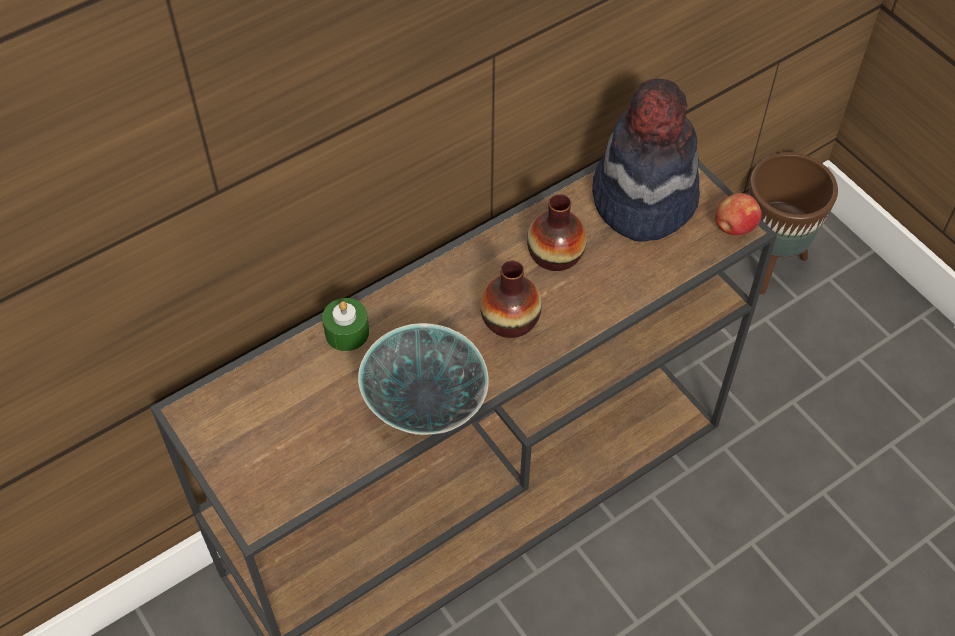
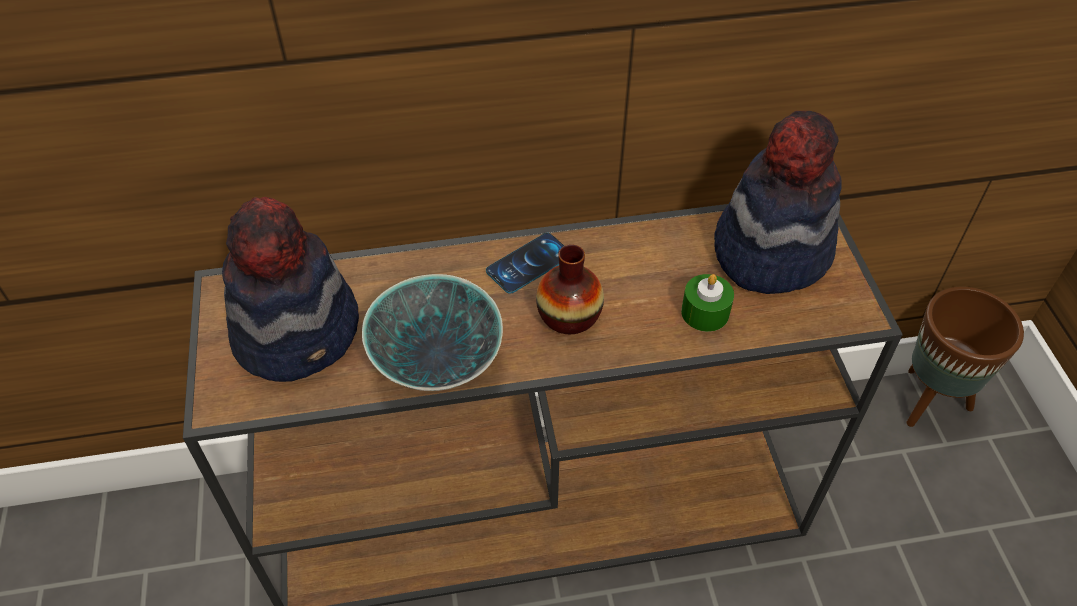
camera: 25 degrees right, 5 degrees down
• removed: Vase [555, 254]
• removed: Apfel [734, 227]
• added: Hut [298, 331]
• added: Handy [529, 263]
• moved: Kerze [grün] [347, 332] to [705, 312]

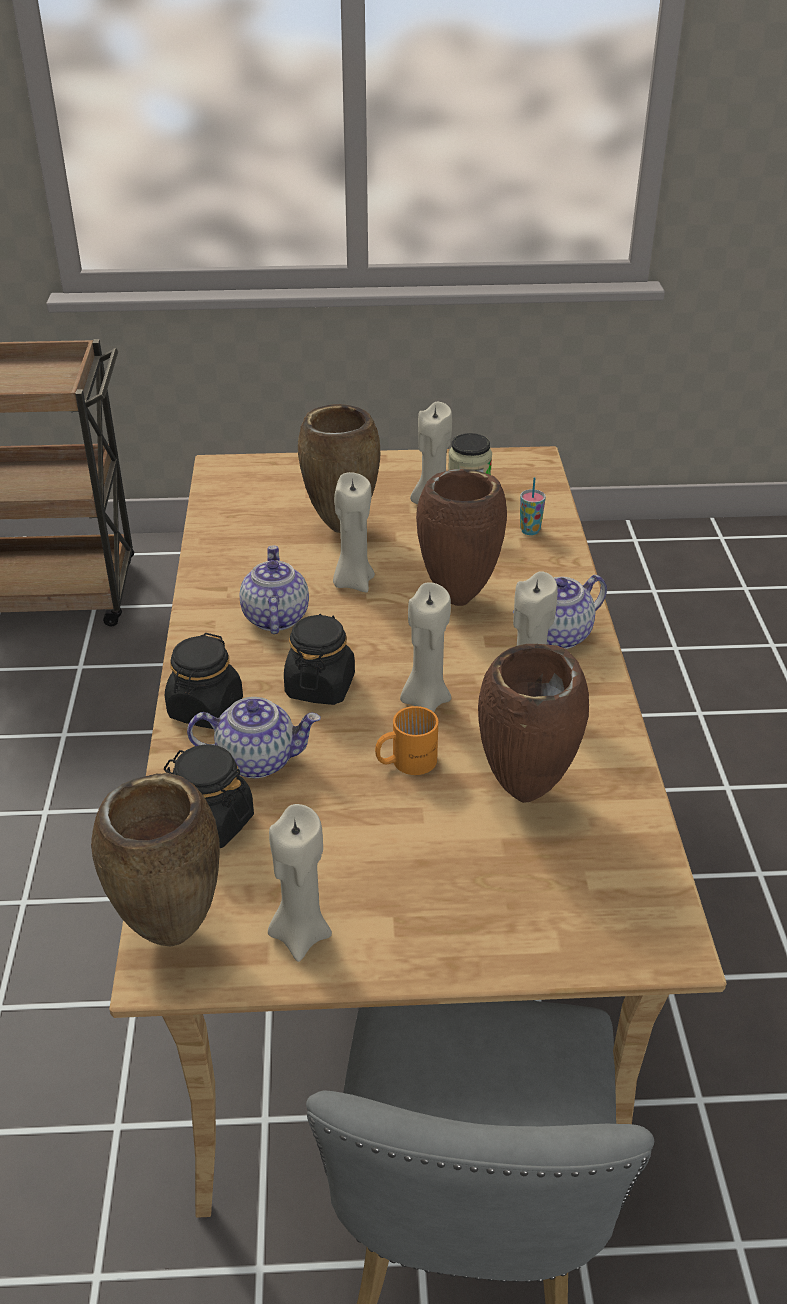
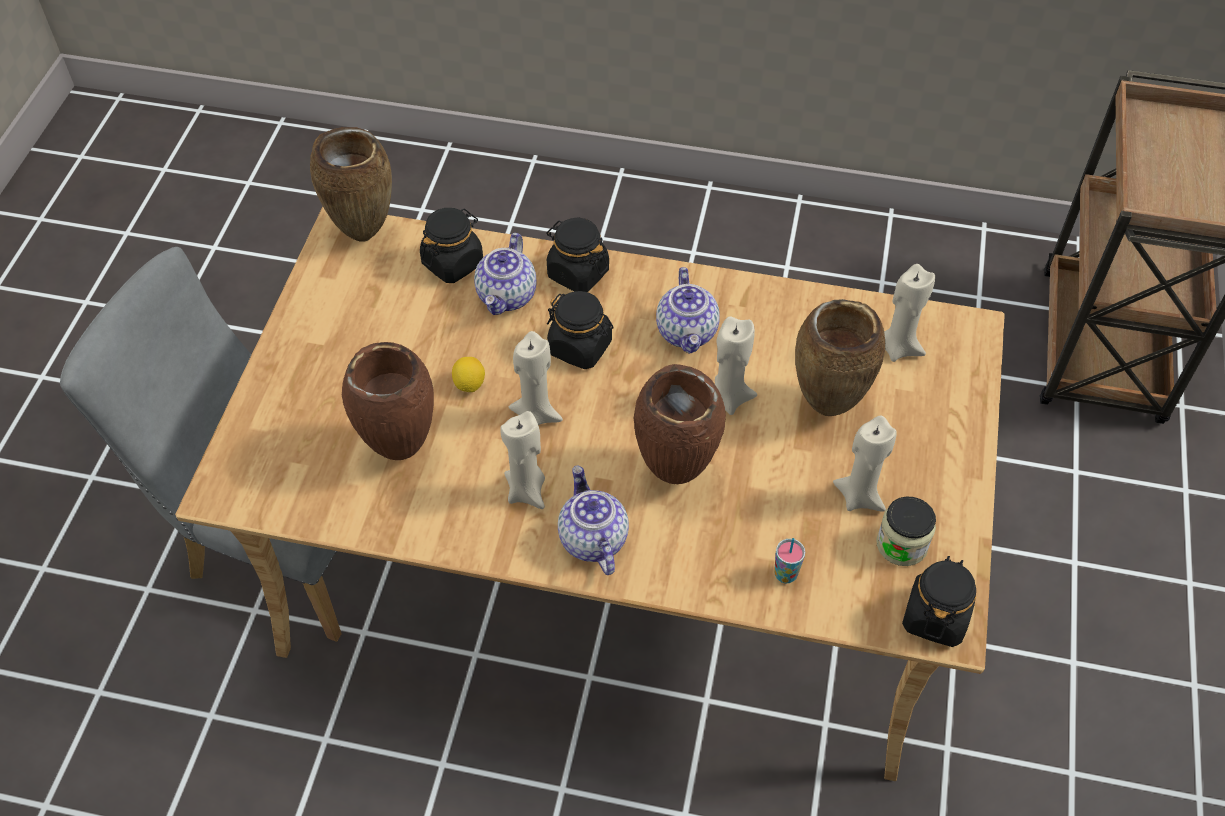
camera: 105 degrees right, 15 degrees up
• added: Vorratsglas [schwarz] [935, 617]
• moved: Kerze [beige] [300, 933] to [898, 347]
• replaced: Henkelbecher [orange] [405, 760] to Zitrone [469, 384]
• turned: Teekanne [274, 617] = [687, 332] 75 degrees clockwise

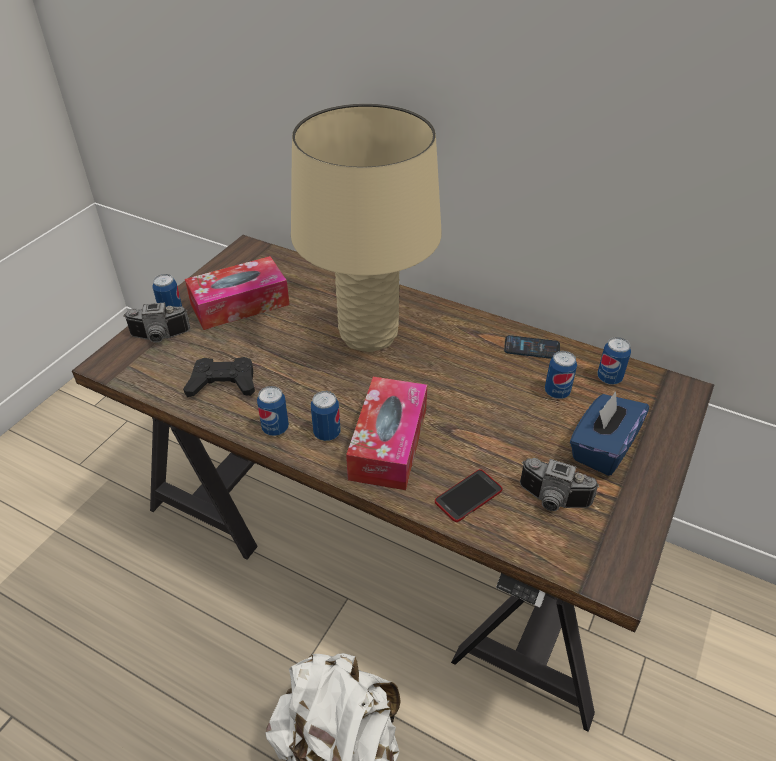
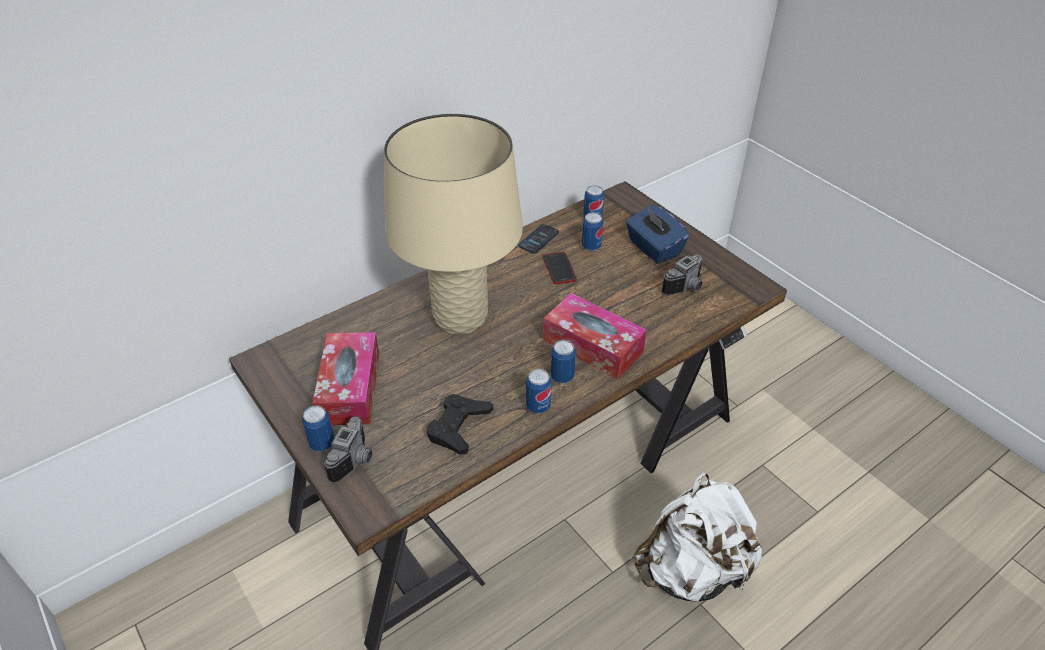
camera: 65 degrees left, 0 degrees up
• moved: Handy [468, 496] to [559, 269]

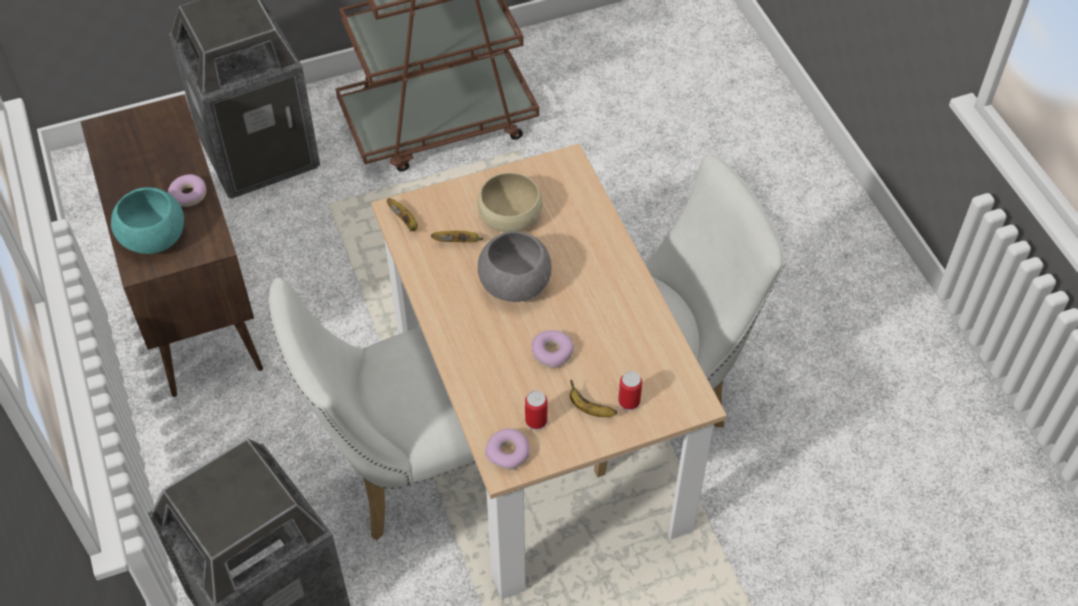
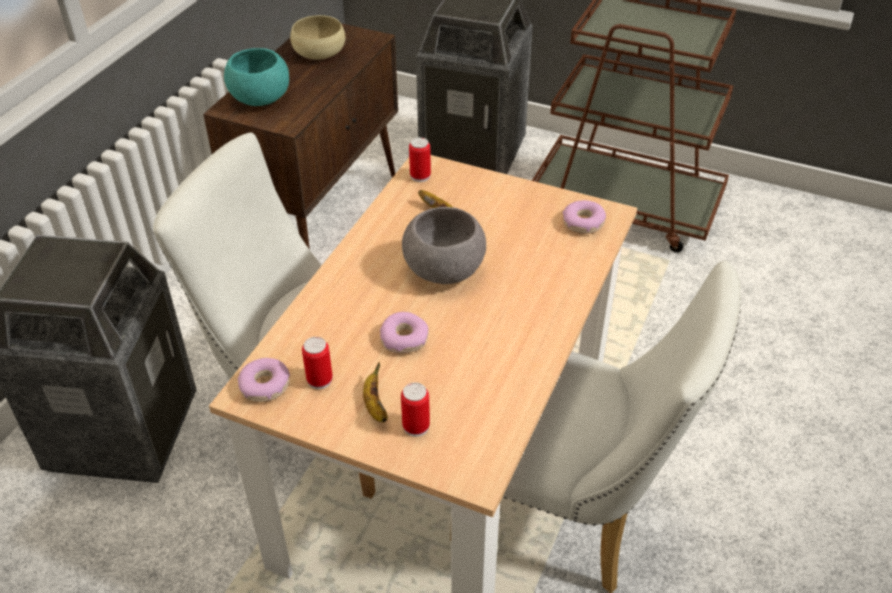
camera: 45 degrees right, 10 degrees down
• moved: Donut [189, 195] to [583, 223]
• moved: Schüssel [beige] [510, 215] to [319, 52]
• replaced: Banane [405, 221] to Dose [420, 176]

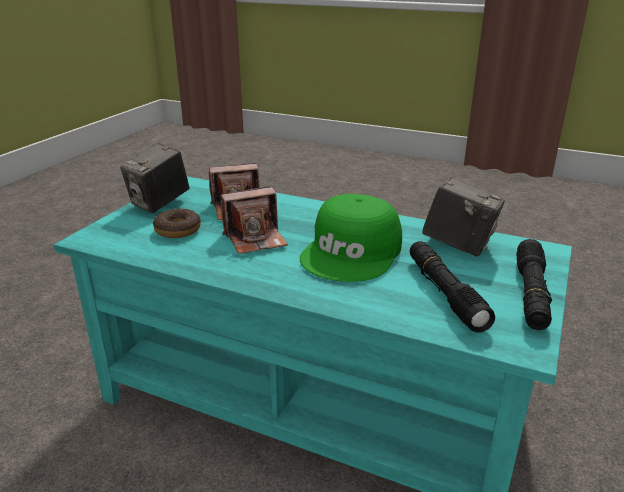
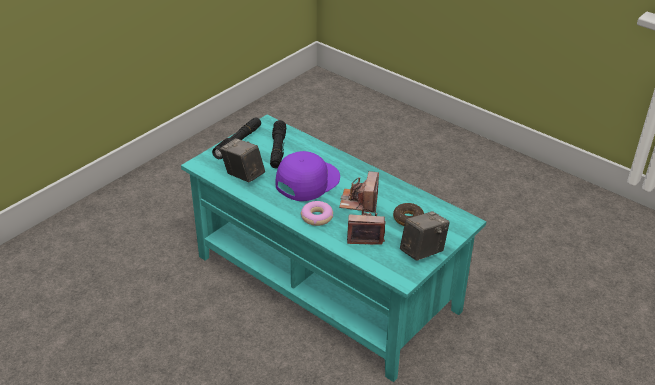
camera: 165 degrees left, 10 degrees up
• added: Donut [316, 217]
• recoloured: Kappe [grün] [353, 252] to Kappe [lila] [306, 181]
• turned: Kamera [255, 239] = [359, 202] 75 degrees counterclockwise

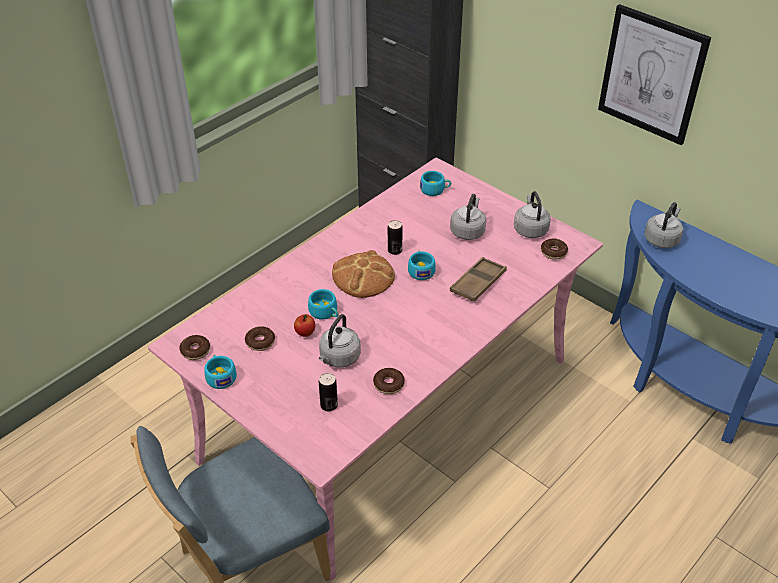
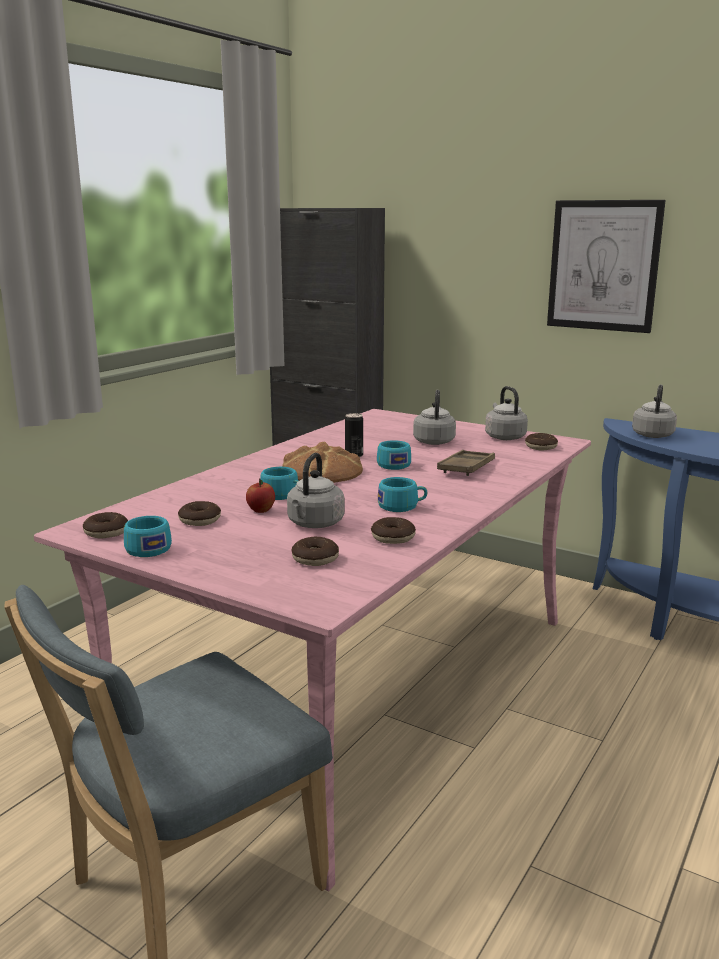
camera: 10 degrees left, 25 degrees down
• moved: Tasse [türkis] [435, 190] to [402, 506]
• replaced: Dose [329, 405] to Donut [315, 559]

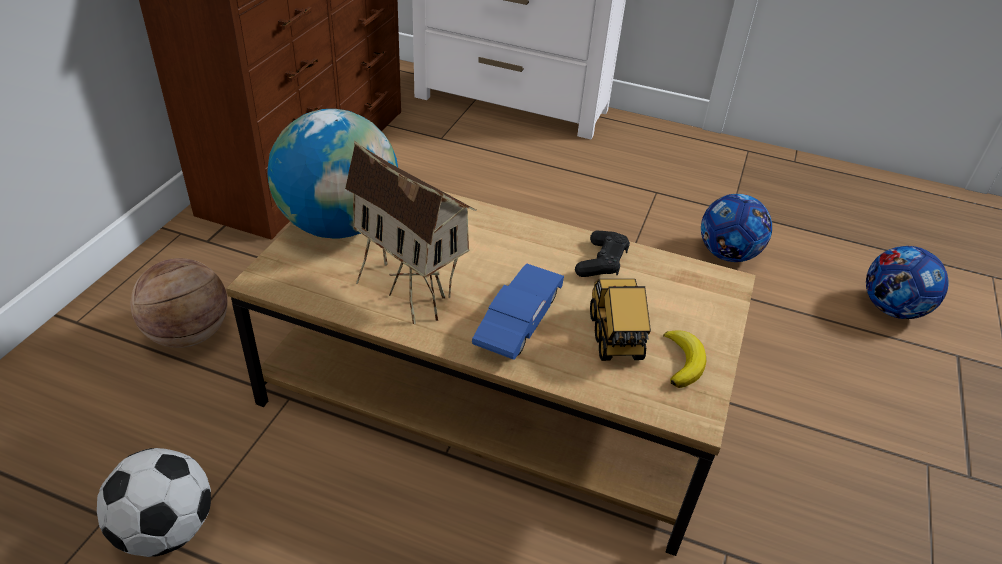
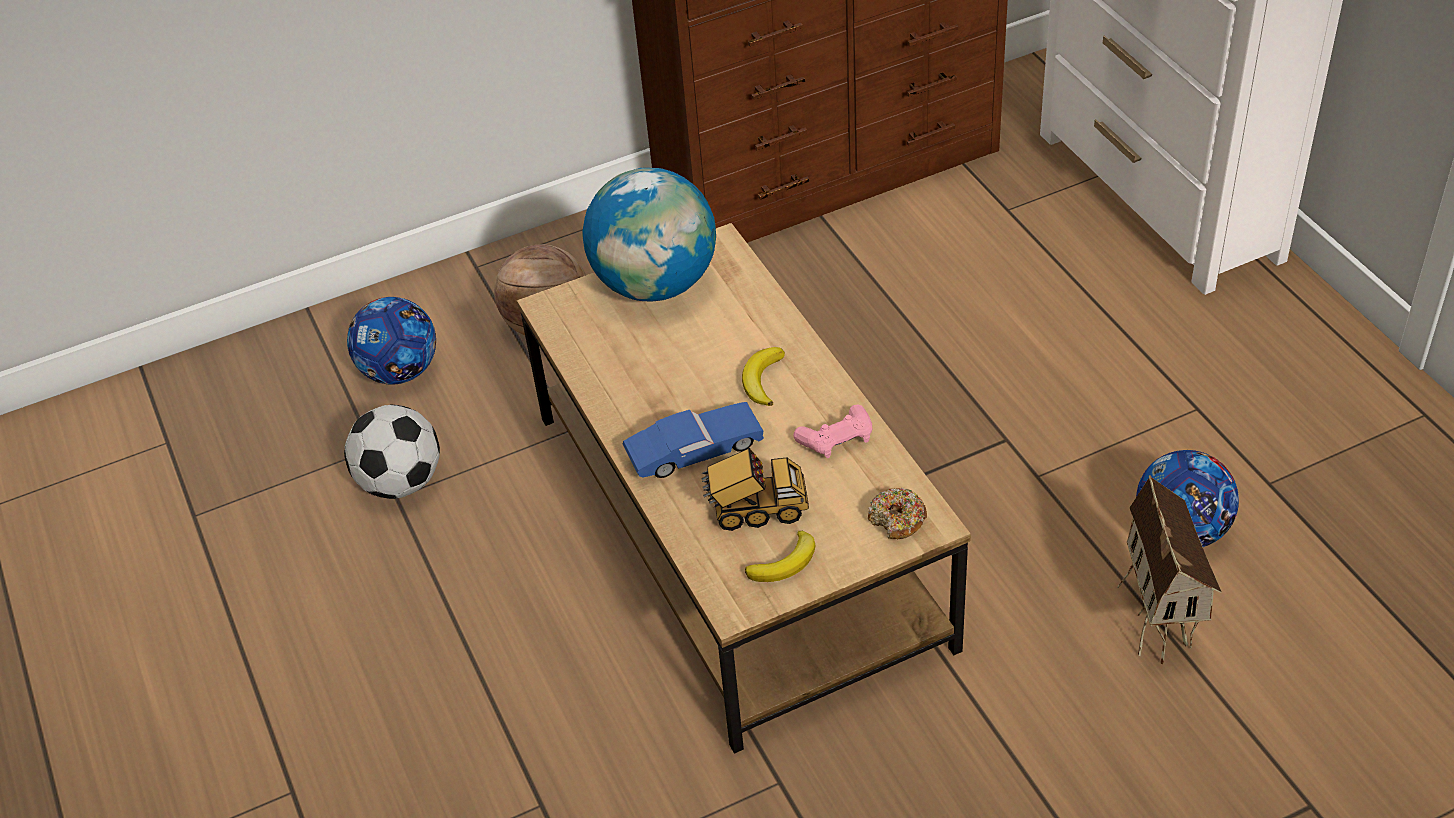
camera: 50 degrees right, 5 degrees up
• added: Banane [762, 379]
• added: Donut [897, 520]
• moved: Spielzeughaus [411, 293] to [1159, 624]
• moved: Fußball [892, 309] to [400, 371]
• recoloured: Gamepad [schwarz] [602, 262] to Gamepad [rosa] [836, 439]
• turned: Spielzeuglaster [615, 338] = [756, 511] 45 degrees clockwise

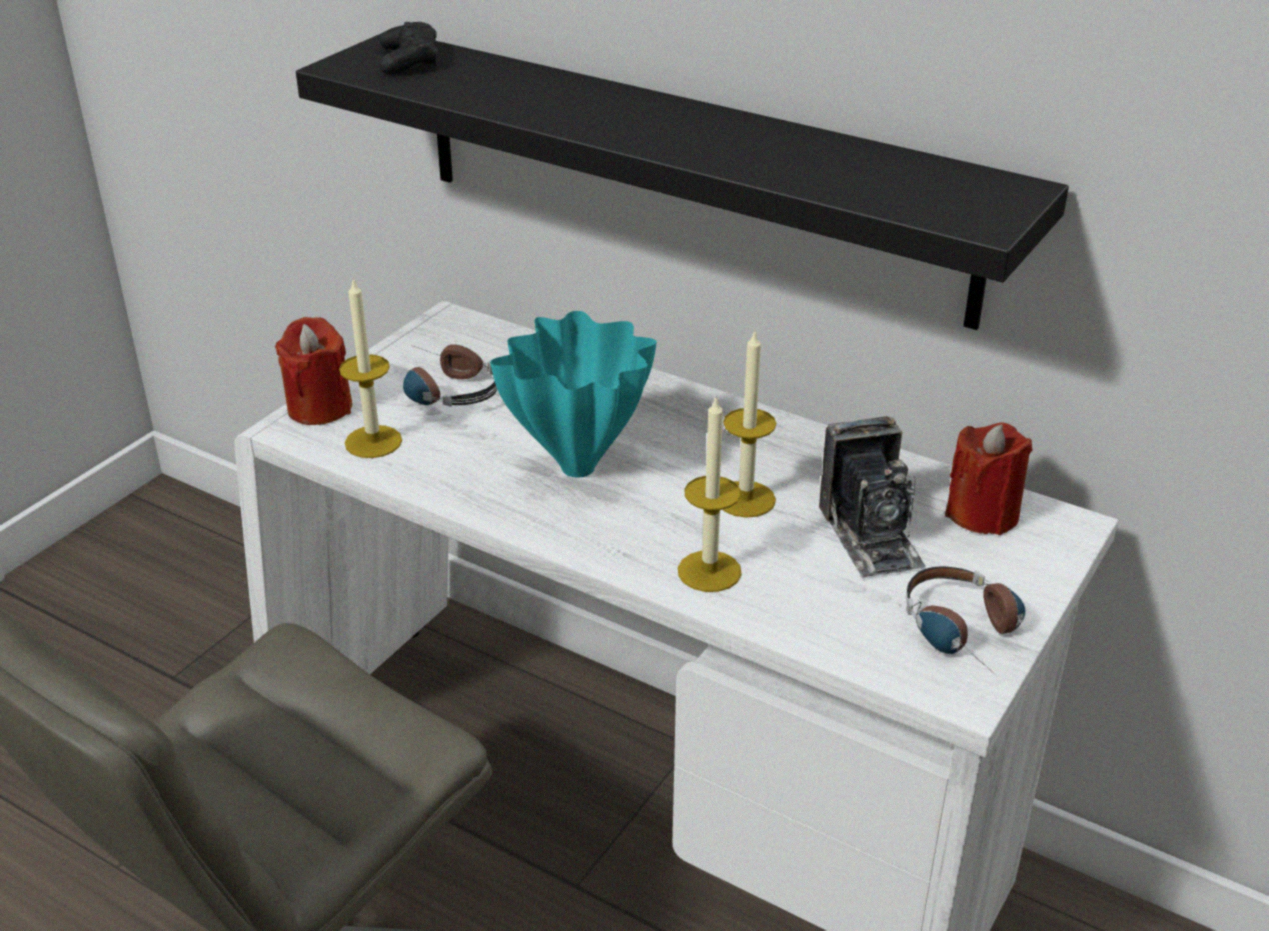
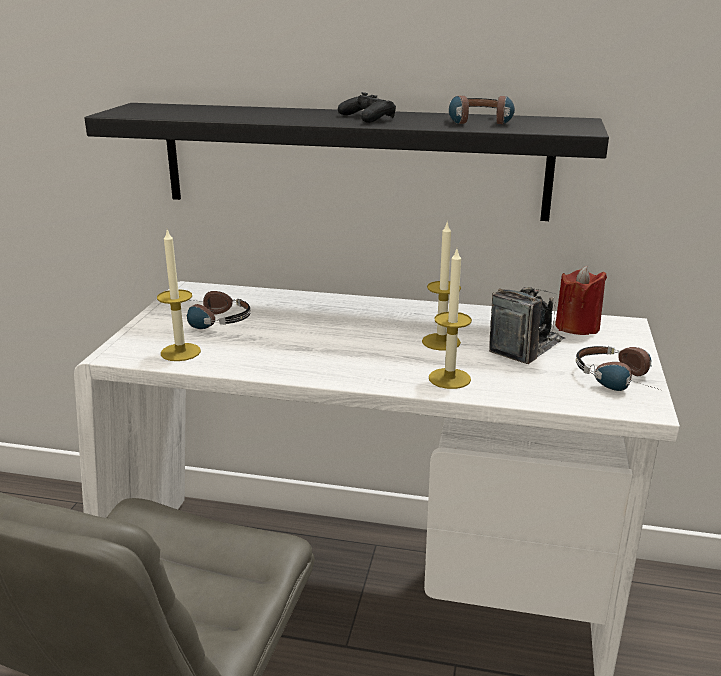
camera: 20 degrees left, 10 degrees down
• removed: Kerze [rot] [319, 408]
• removed: Vase [türkis] [581, 467]
• added: Kopfhörer [480, 123]
• moved: Gamepad [schwarz] [409, 60] to [367, 117]
• turned: Kamera [870, 535] = [526, 346] 105 degrees counterclockwise

